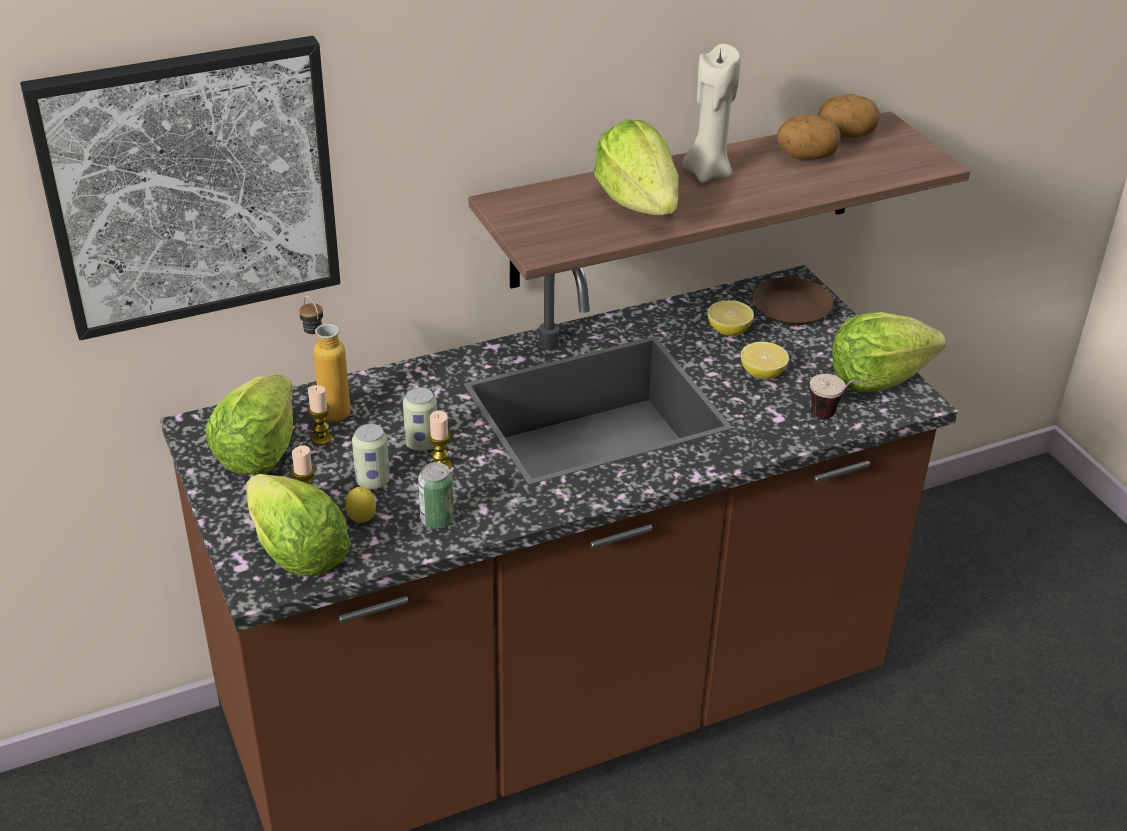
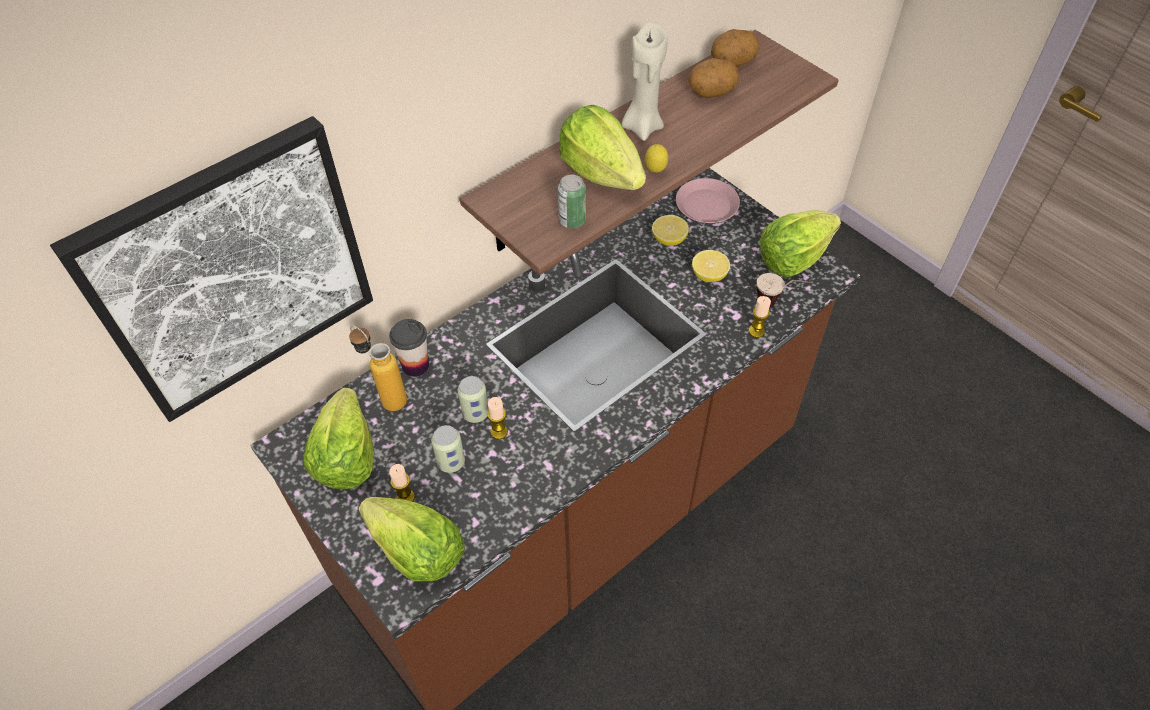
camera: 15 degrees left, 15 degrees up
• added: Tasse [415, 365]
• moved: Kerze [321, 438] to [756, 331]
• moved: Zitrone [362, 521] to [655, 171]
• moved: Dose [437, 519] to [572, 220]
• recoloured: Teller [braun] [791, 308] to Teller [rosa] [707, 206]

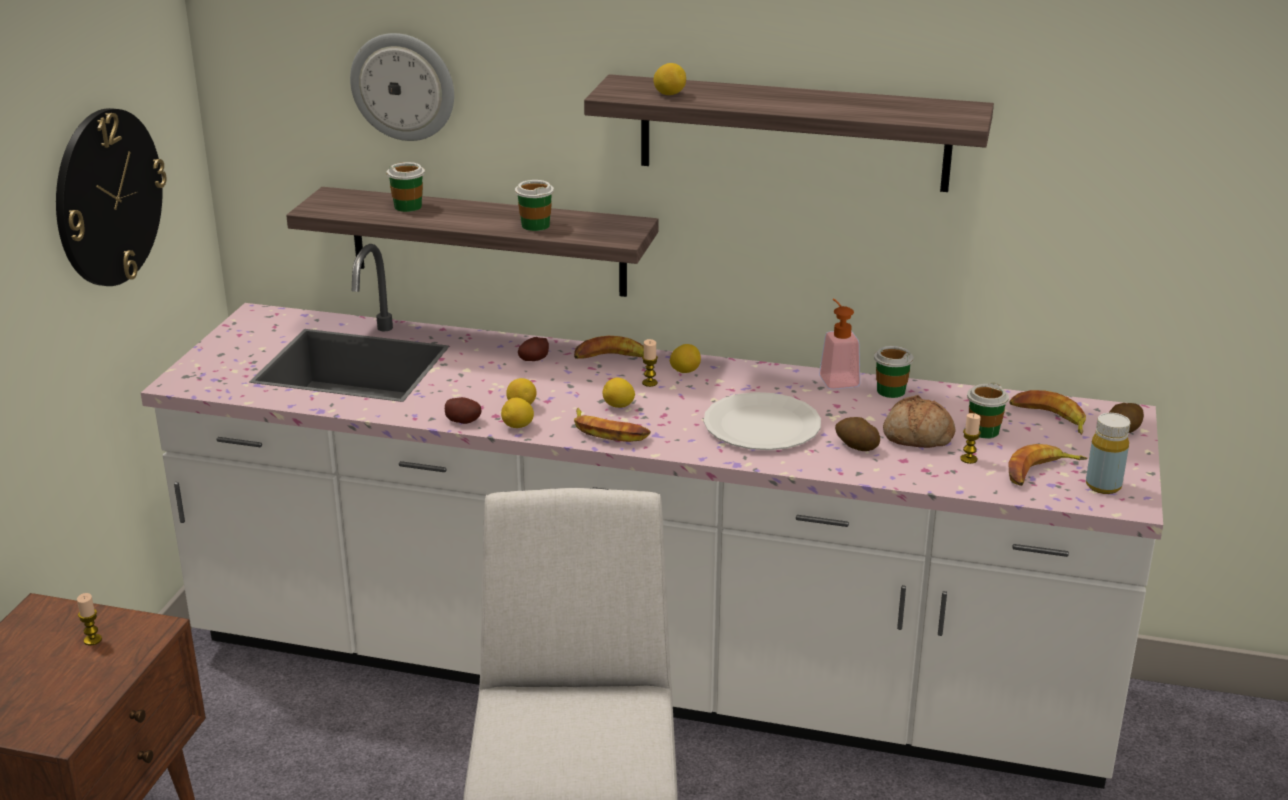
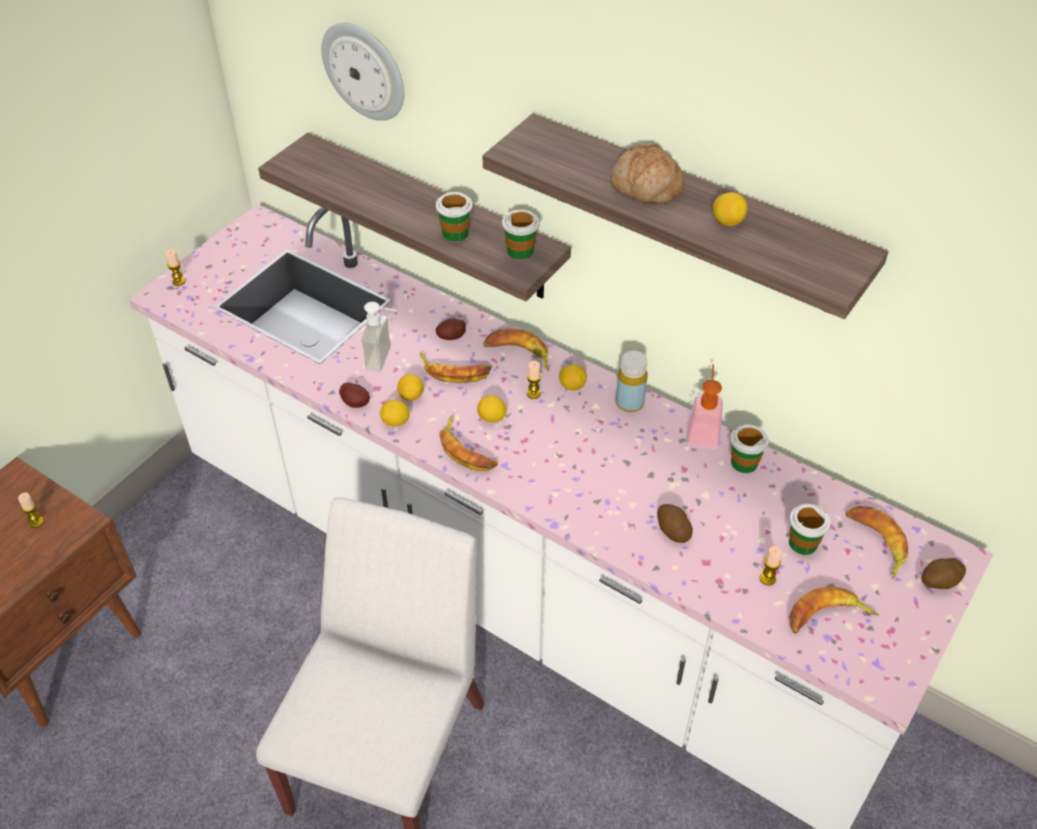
camera: 20 degrees right, 20 degrees up
• removed: Wanduhr [108, 197]
• removed: Teller [weiß] [761, 425]
• added: Kerze [179, 281]
• added: Seifenspender [386, 359]
• added: Banane [455, 371]
• moved: Tasse [408, 206] to [520, 251]
• moved: Zitrone [669, 94] to [727, 222]
• moved: Brot [917, 436] to [645, 187]
• moved: Flasche [gelb] [1103, 486] to [629, 403]

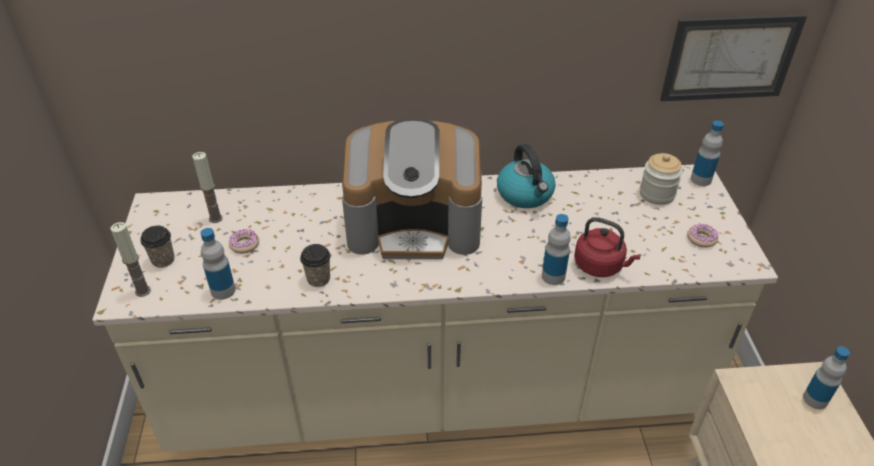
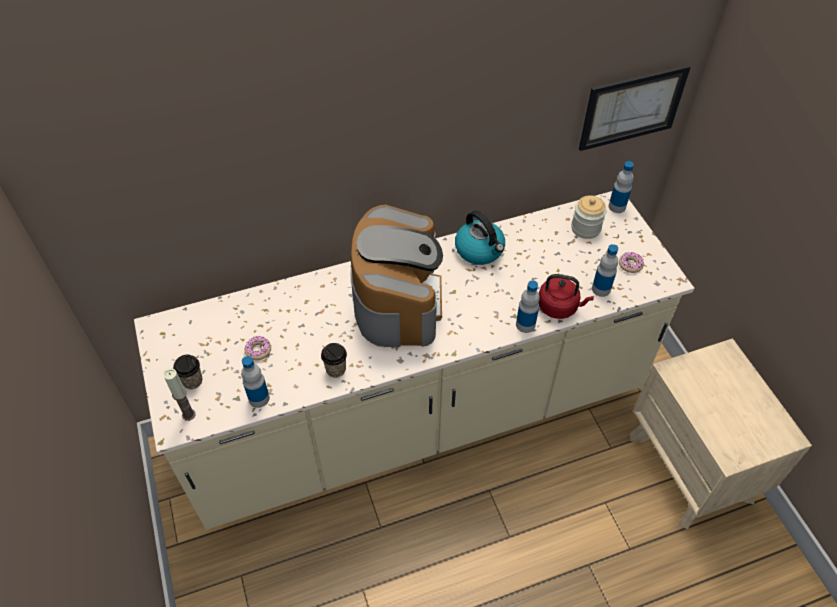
camera: 15 degrees left, 10 degrees up
• removed: Kerze [215, 218]
• moved: Flasche [815, 399] to [601, 289]
• turned: Kaffeemaschine [415, 224] = [397, 299] 75 degrees counterclockwise

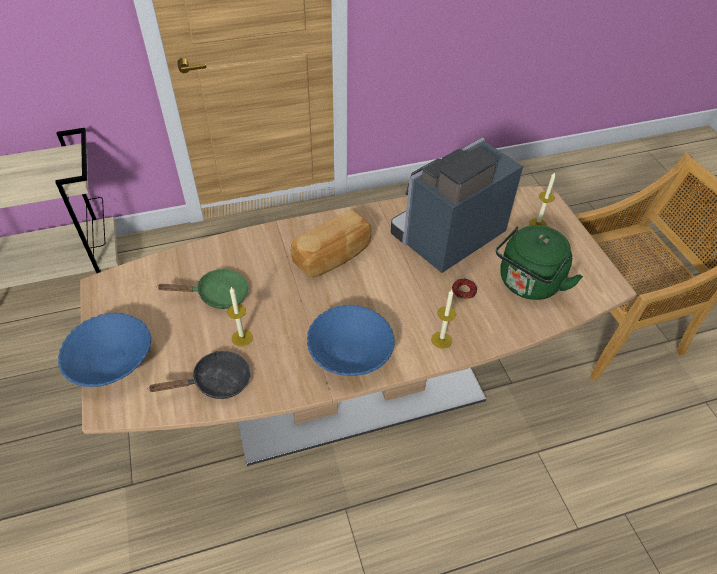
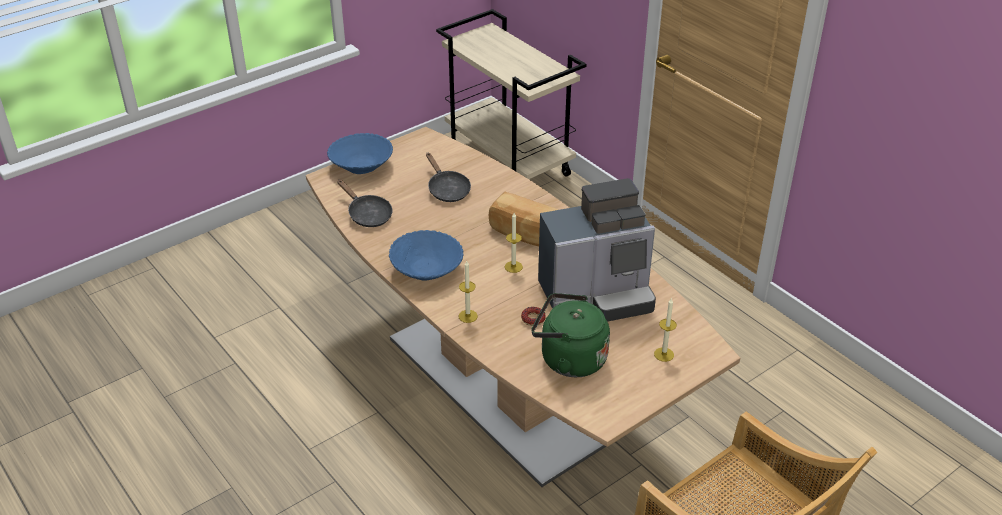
camera: 70 degrees right, 10 degrees down
• moved: Kerze [242, 338] to [513, 267]
• recoloured: Pfanne [grün] [217, 295] to Pfanne [schwarz] [447, 189]
• turned: Kaffeemaschine [446, 237] = [598, 295] 135 degrees clockwise

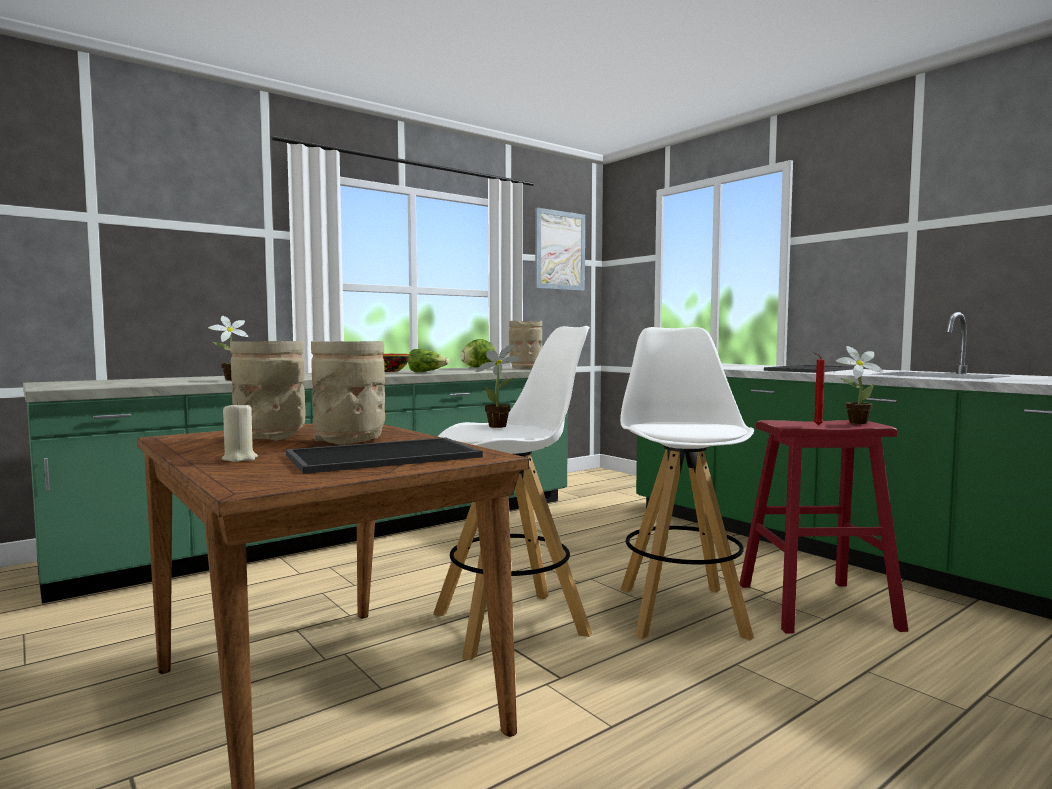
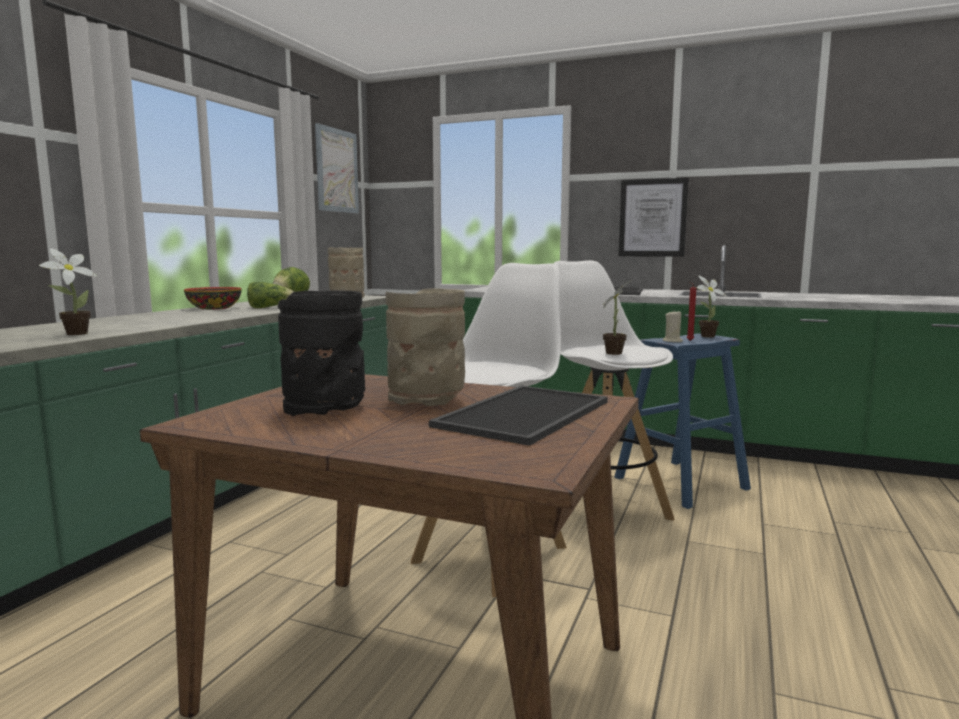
camera: 30 degrees left, 5 degrees up
• added: Bild [652, 218]
• moved: Kerze [beige] [240, 459] to [672, 341]
• moved: Topfpflanze [500, 426] to [615, 353]
• recoloured: Vase [beige] [270, 438] to Vase [schwarz] [326, 408]
• recoloured: Hocker [rot] [816, 606] to Hocker [blau] [680, 483]

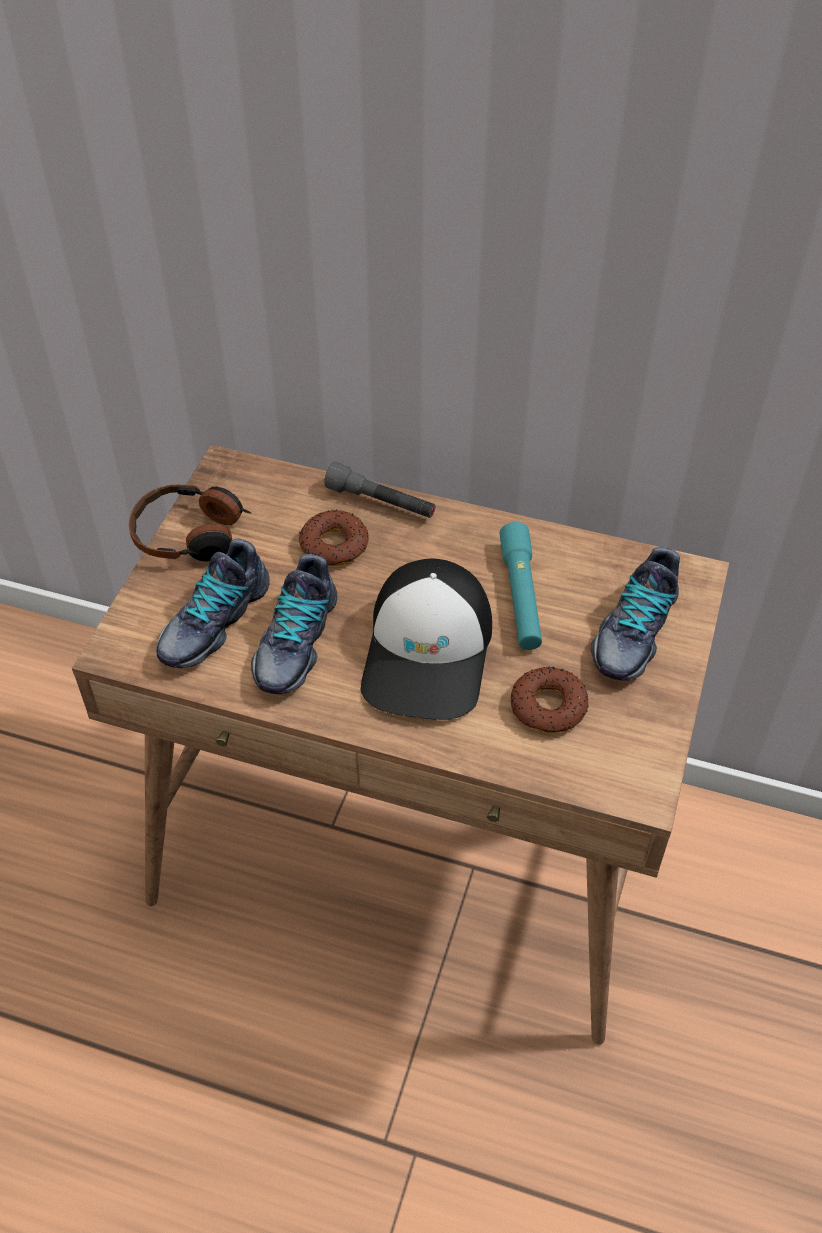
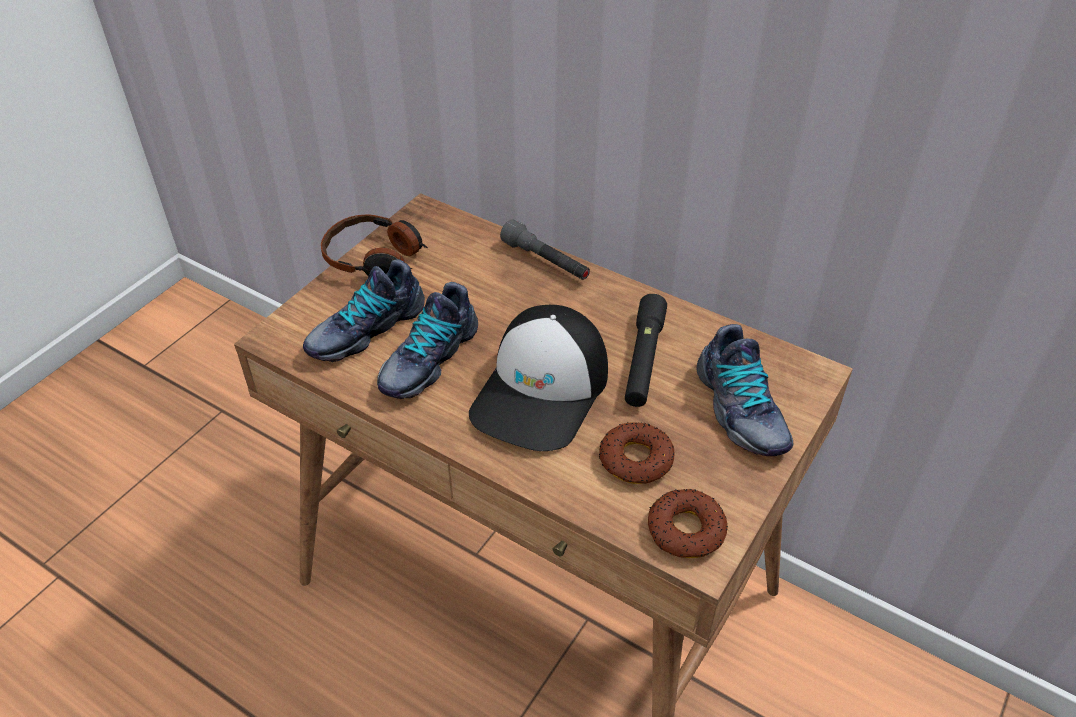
camera: 15 degrees right, 5 degrees down
• moved: Donut [333, 545] to [685, 530]
• recoloured: Taschenlampe [türkis] [521, 595] to Taschenlampe [schwarz] [643, 359]
• turned: Schuh [633, 631] = [739, 410] 60 degrees counterclockwise

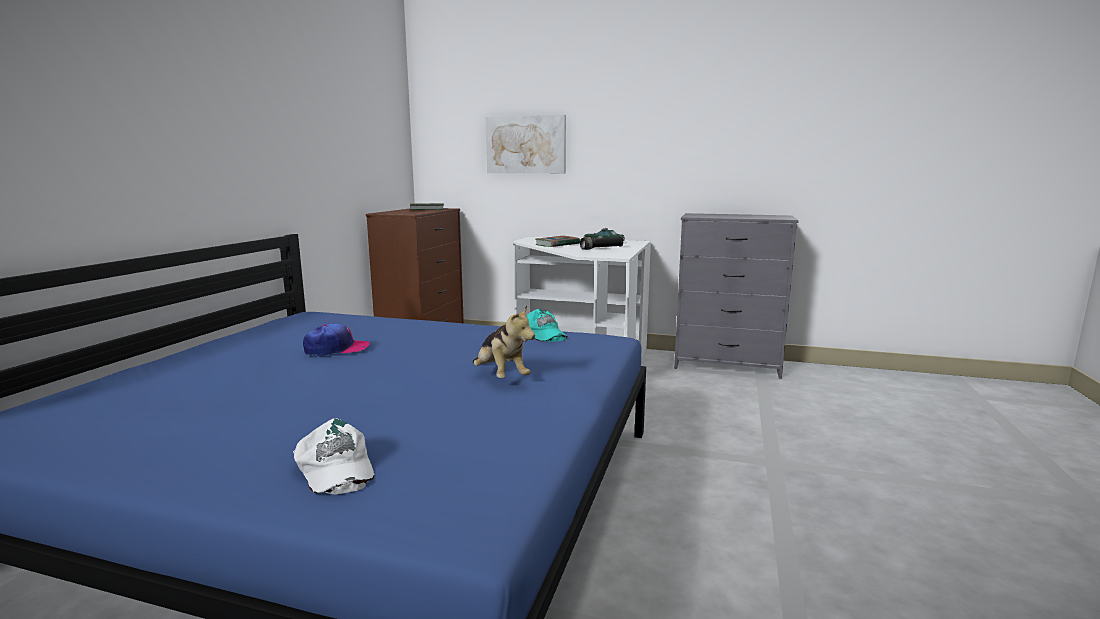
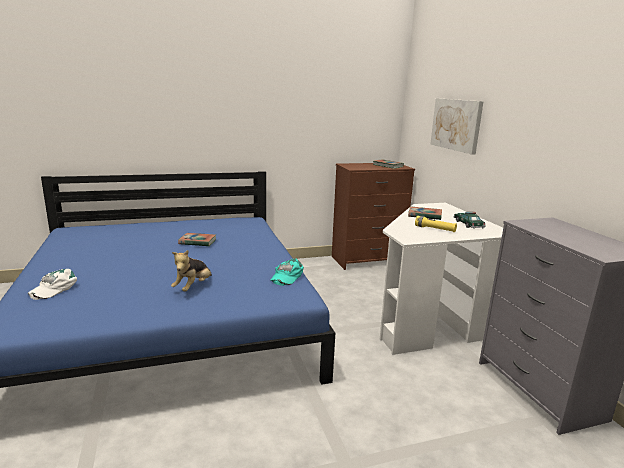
camera: 55 degrees right, 5 degrees up
• replaced: Kappe [336, 349] to Buch [197, 242]
• recoloured: Taschenlampe [schwarz] [601, 248] to Taschenlampe [gelb] [435, 229]

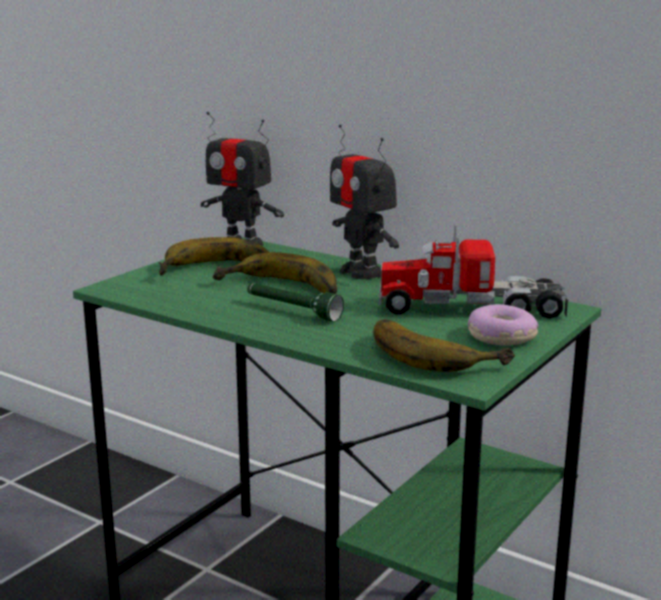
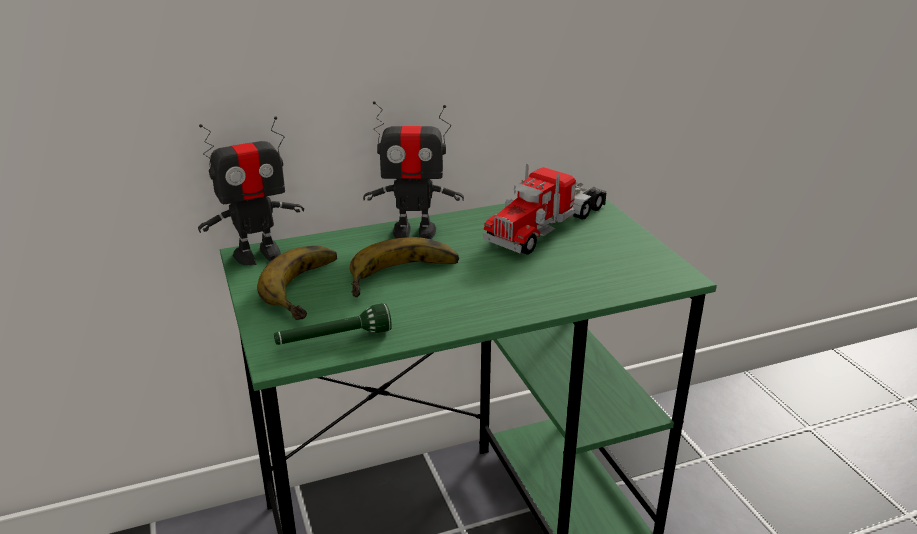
camera: 55 degrees left, 10 degrees up
• removed: Banane [436, 353]
• removed: Donut [500, 337]
• moved: Taschenlampe [grün] [292, 310] to [333, 339]

